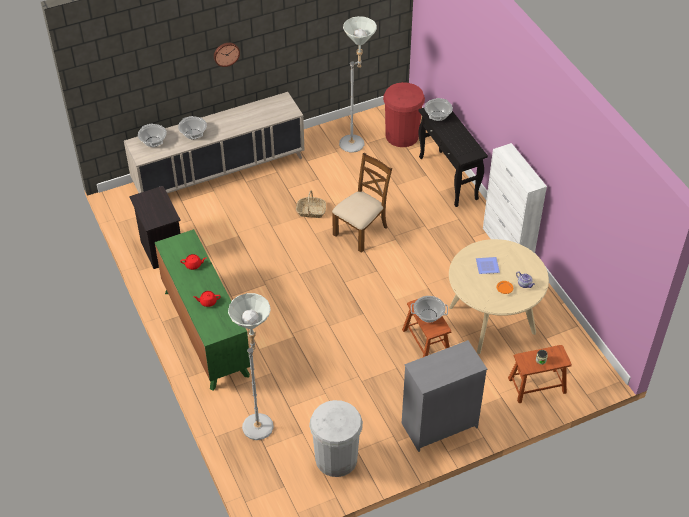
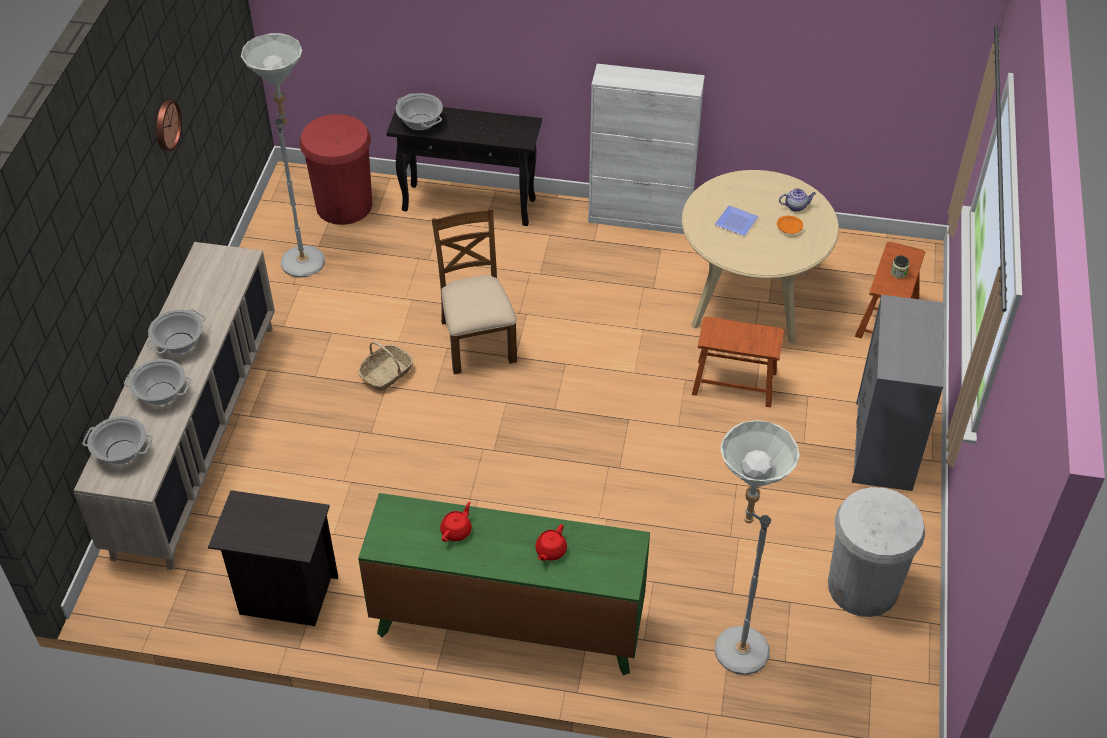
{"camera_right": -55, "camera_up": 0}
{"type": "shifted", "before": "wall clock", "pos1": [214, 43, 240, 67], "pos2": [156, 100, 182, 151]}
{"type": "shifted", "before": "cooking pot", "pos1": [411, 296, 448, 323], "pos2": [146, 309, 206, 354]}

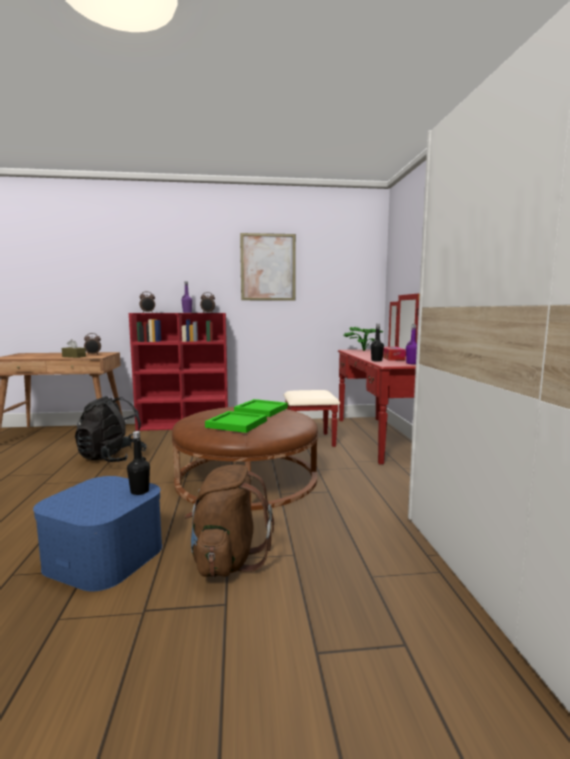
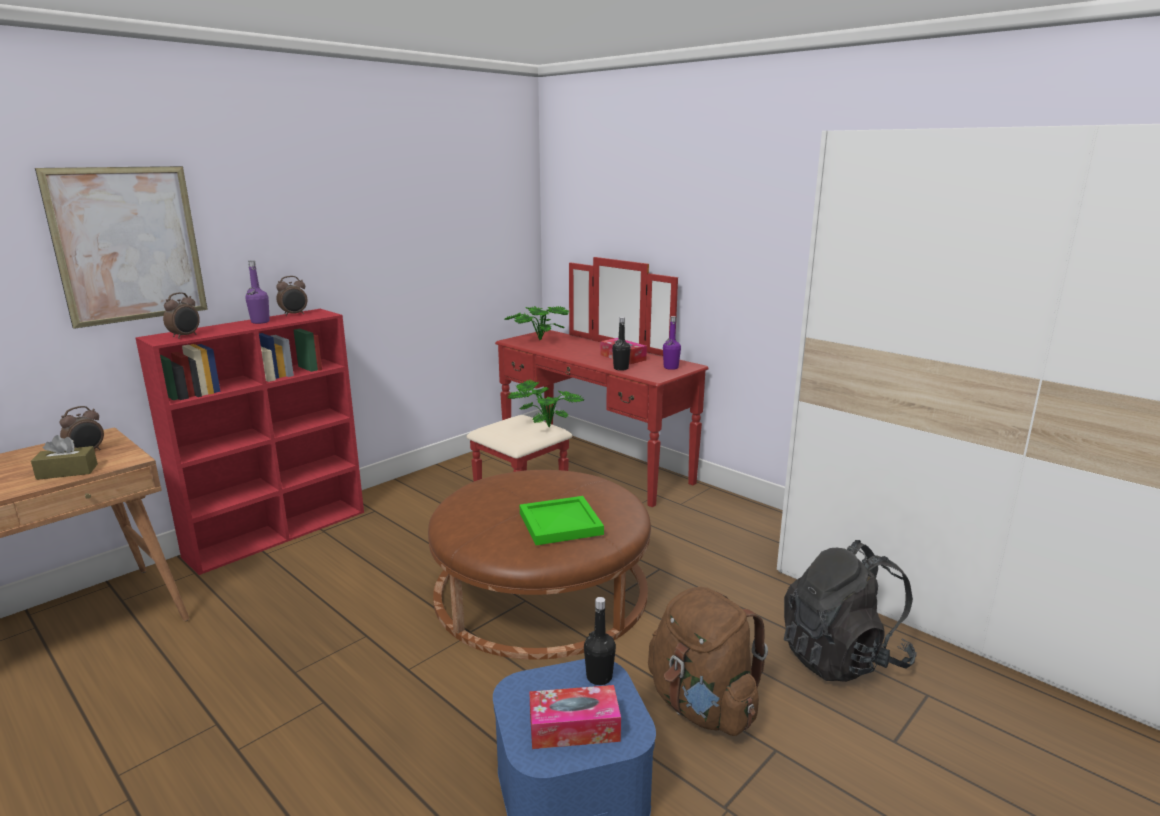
{"camera_right": -40, "camera_up": 10}
{"type": "shifted", "before": "black backpack", "pos1": [75, 396, 147, 462], "pos2": [784, 540, 917, 682]}
{"type": "gone", "before": "greenish serving tray", "pos1": [234, 399, 288, 417]}
{"type": "shifted", "before": "picture", "pos1": [240, 233, 296, 300], "pos2": [35, 166, 208, 329]}
{"type": "new", "after": "houseplant", "pos2": [508, 380, 584, 428]}
{"type": "new", "after": "tissue holder", "pos2": [529, 685, 621, 749]}

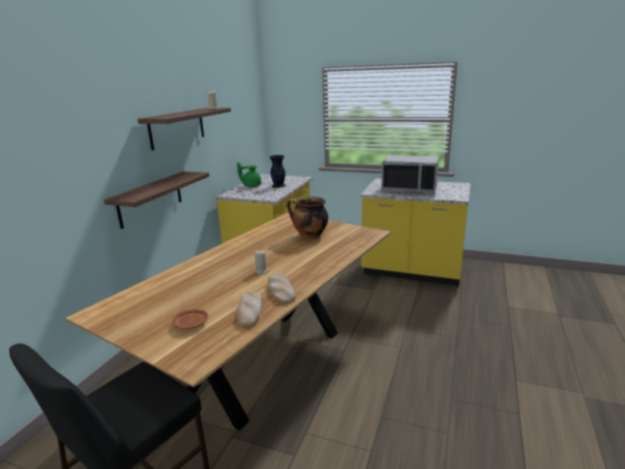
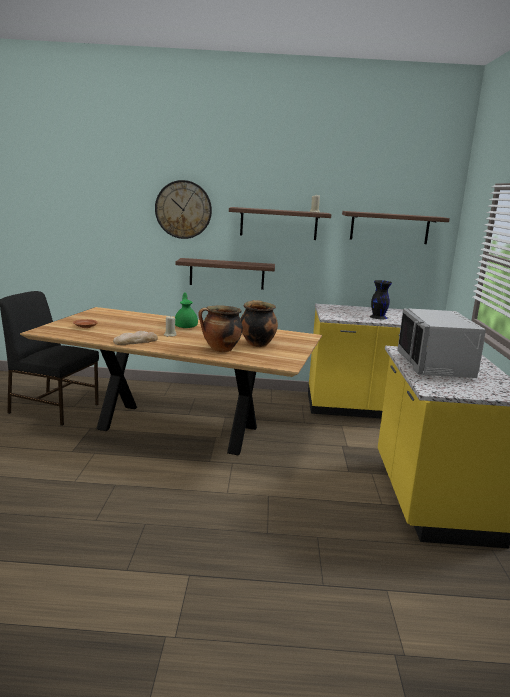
{"camera_right": 70, "camera_up": -5}
{"type": "shifted", "before": "greenish pot for tea", "pos1": [237, 162, 261, 187], "pos2": [175, 292, 198, 328]}
{"type": "gone", "before": "bread", "pos1": [237, 291, 263, 328]}
{"type": "new", "after": "wall clock", "pos2": [155, 180, 212, 239]}
{"type": "new", "after": "cooking pot", "pos2": [198, 306, 243, 352]}
{"type": "new", "after": "wall shelf", "pos2": [342, 211, 450, 244]}

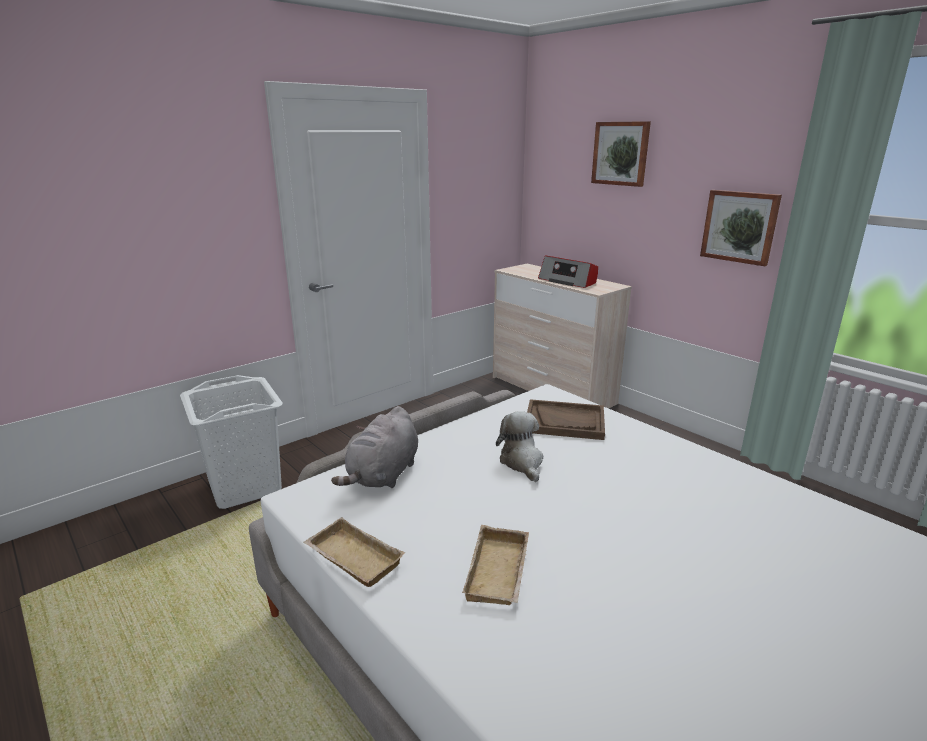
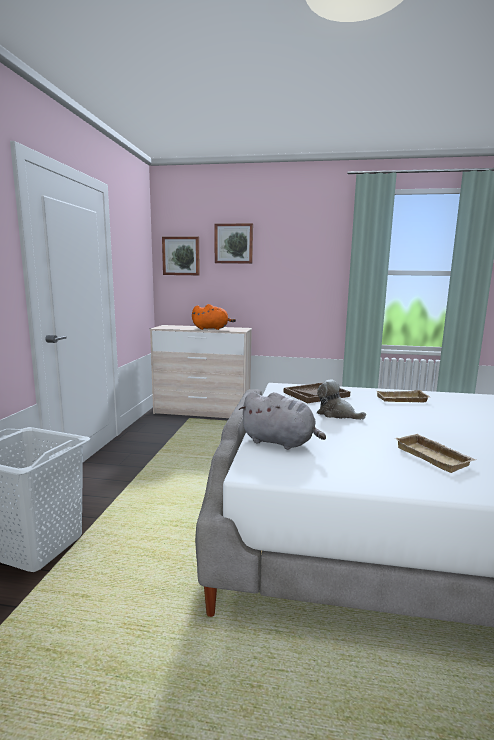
{"camera_right": -40, "camera_up": -10}
{"type": "shifted", "before": "sand-coloured serving tray", "pos1": [303, 517, 405, 587], "pos2": [377, 390, 430, 402]}
{"type": "rotated", "before": "grey cuddly toy", "pos1": [331, 406, 418, 488], "pos2": [239, 392, 326, 450], "turn": -45}
{"type": "swapped", "before": "radio set", "after": "orange cuddly toy", "pos1": [538, 255, 598, 288], "pos2": [192, 304, 236, 330]}
{"type": "shifted", "before": "picture", "pos1": [700, 190, 782, 266], "pos2": [162, 237, 199, 275]}

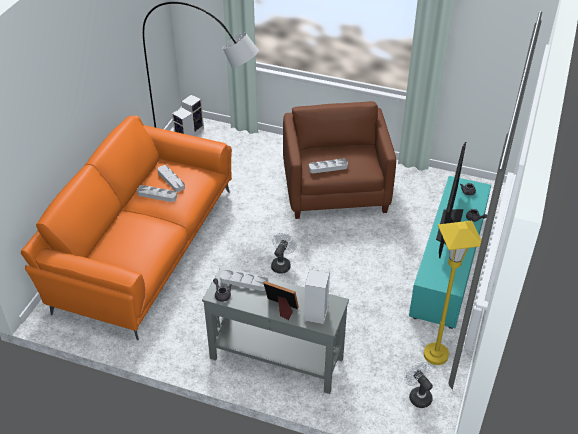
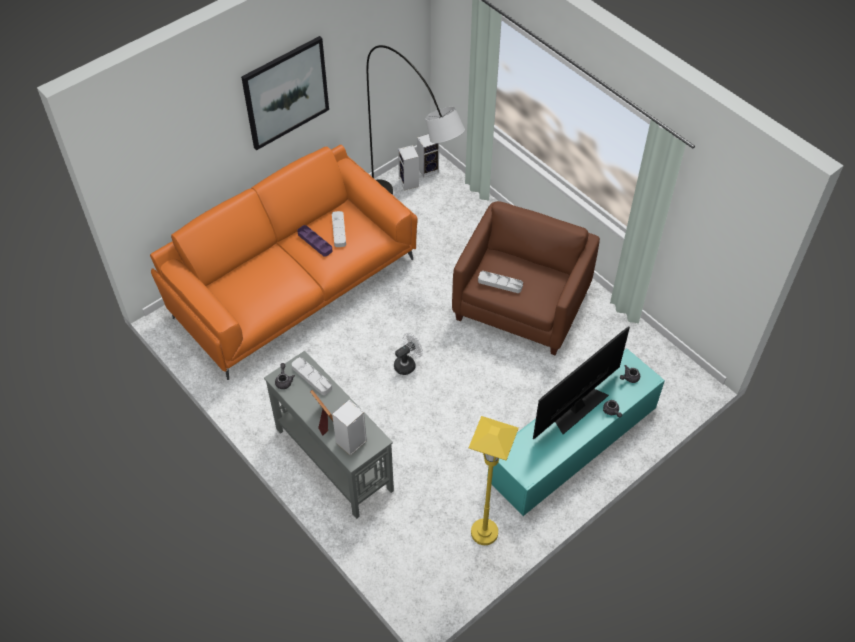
{"camera_right": 30, "camera_up": 10}
{"type": "repainted", "before": "grey serving tray", "after": "purple-coloured serving tray", "pos1": [137, 185, 177, 202], "pos2": [297, 225, 332, 257]}
{"type": "gone", "before": "whitish cooling fan", "pos1": [404, 362, 433, 408]}
{"type": "new", "after": "picture", "pos2": [241, 36, 329, 150]}

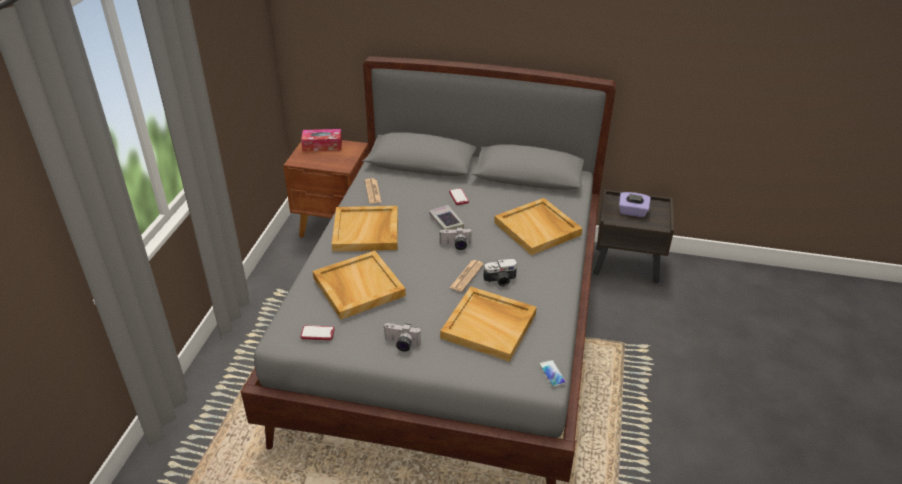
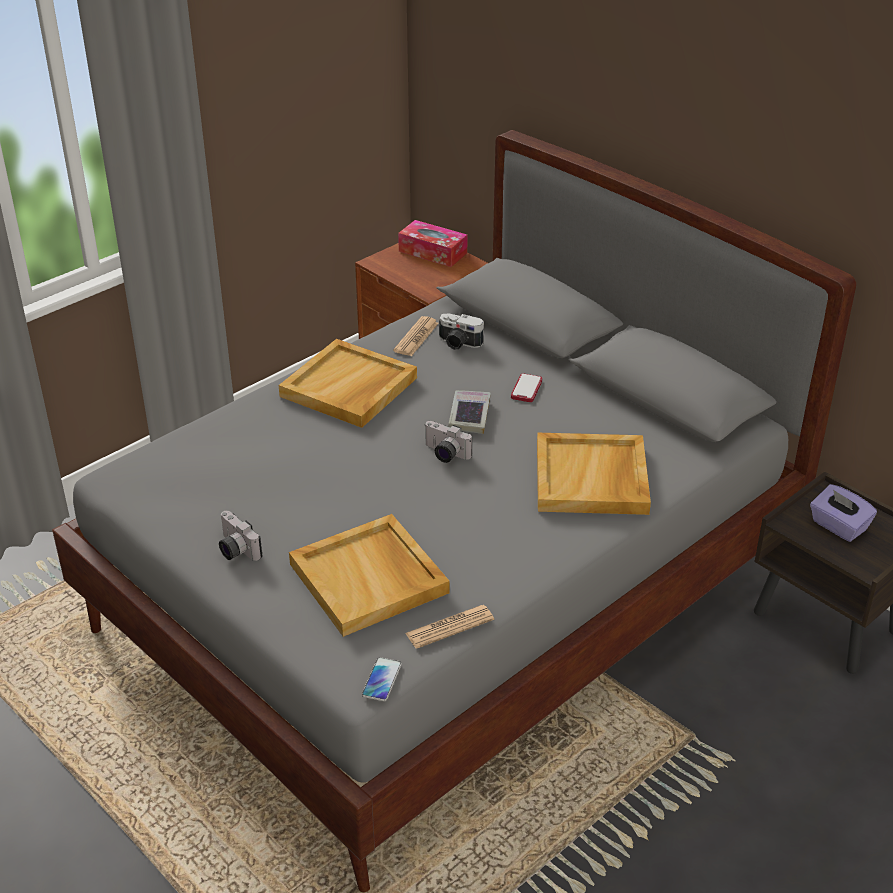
{"camera_right": 35, "camera_up": 0}
{"type": "gone", "before": "phone", "pos1": [301, 325, 334, 341]}
{"type": "gone", "before": "sand-coloured serving tray", "pos1": [313, 251, 406, 319]}
{"type": "shifted", "before": "printed paper", "pos1": [450, 260, 484, 292], "pos2": [405, 605, 494, 649]}
{"type": "shifted", "before": "still camera", "pos1": [483, 259, 517, 287], "pos2": [439, 313, 484, 350]}

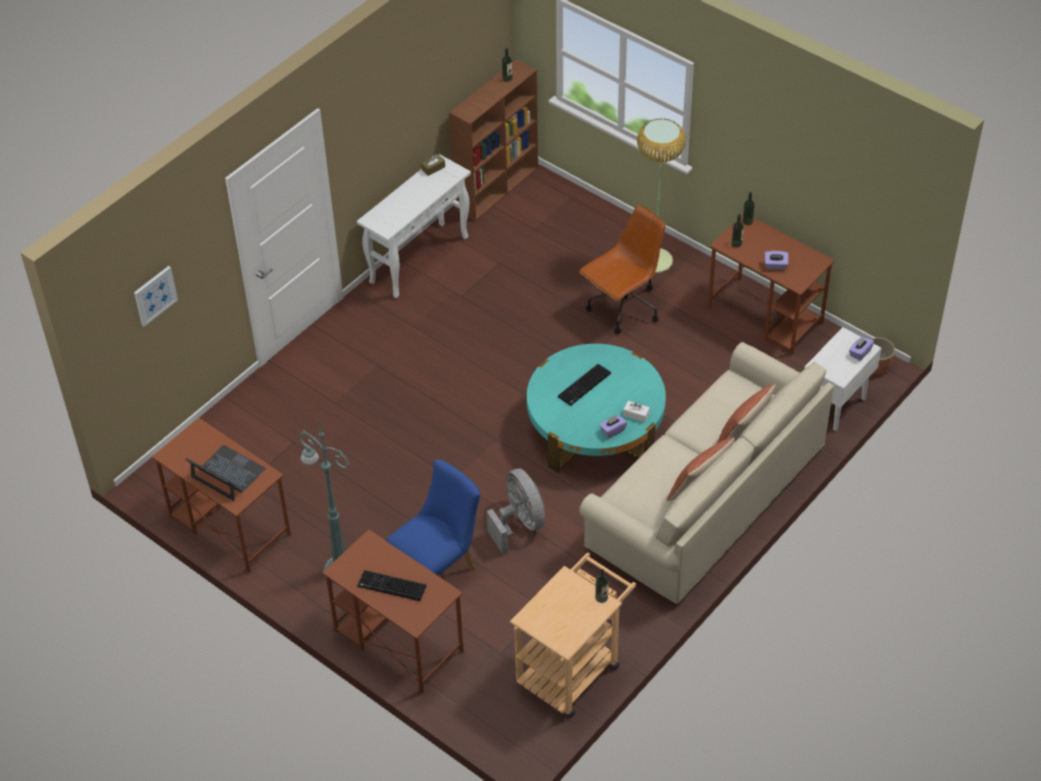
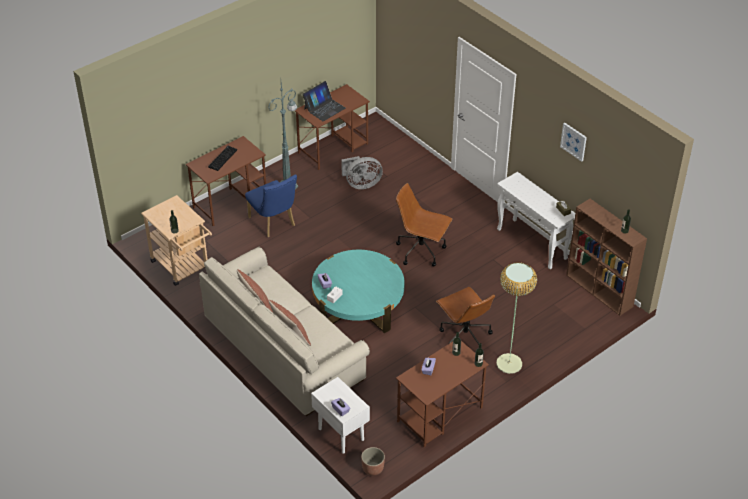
{"camera_right": 100, "camera_up": -5}
{"type": "shifted", "before": "picture", "pos1": [134, 266, 178, 327], "pos2": [560, 123, 587, 162]}
{"type": "shifted", "before": "grey cooling fan", "pos1": [487, 468, 545, 554], "pos2": [341, 156, 383, 189]}
{"type": "gone", "before": "keyboard", "pos1": [558, 364, 611, 406]}
{"type": "new", "after": "brown office chair", "pos2": [396, 183, 452, 267]}

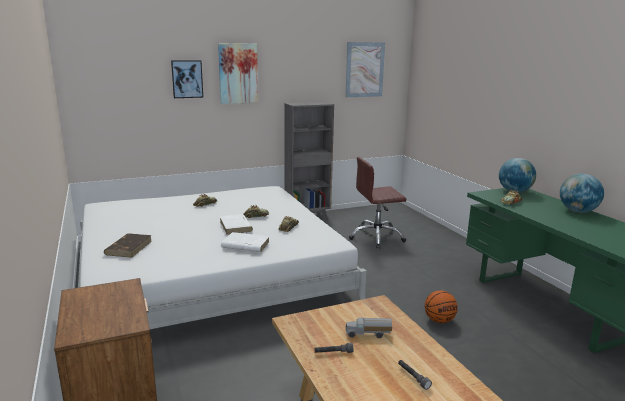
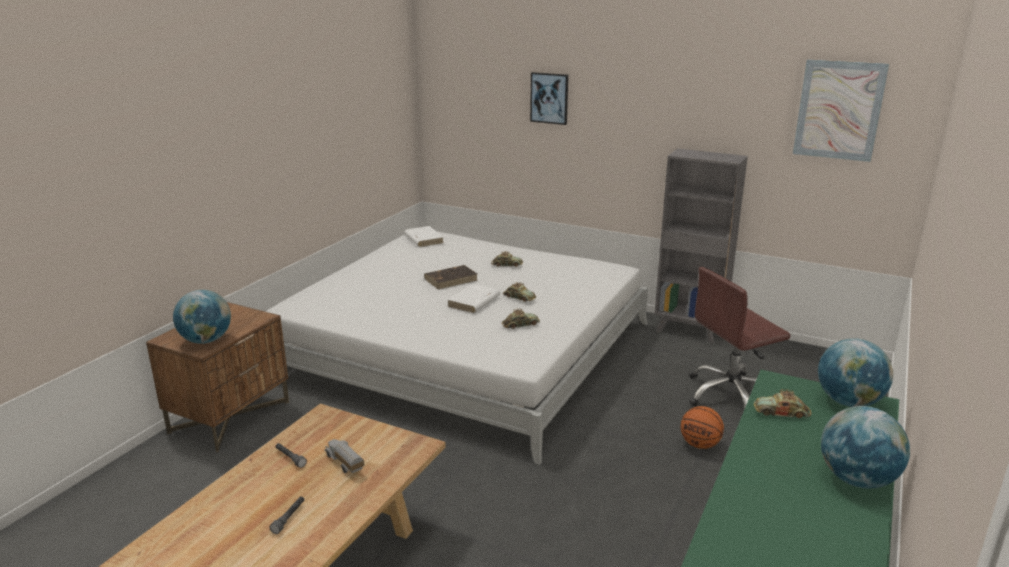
{"camera_right": 50, "camera_up": 5}
{"type": "shifted", "before": "brown bound book", "pos1": [104, 233, 152, 258], "pos2": [424, 265, 478, 289]}
{"type": "gone", "before": "picture", "pos1": [218, 43, 258, 104]}
{"type": "shifted", "before": "whitish bound book", "pos1": [221, 232, 270, 252], "pos2": [404, 226, 444, 247]}
{"type": "rotated", "before": "brown office chair", "pos1": [349, 157, 406, 248], "pos2": [689, 267, 790, 409], "turn": -60}
{"type": "shifted", "before": "basketball", "pos1": [425, 291, 458, 323], "pos2": [681, 406, 724, 449]}
{"type": "new", "after": "desk globe", "pos2": [173, 290, 231, 344]}

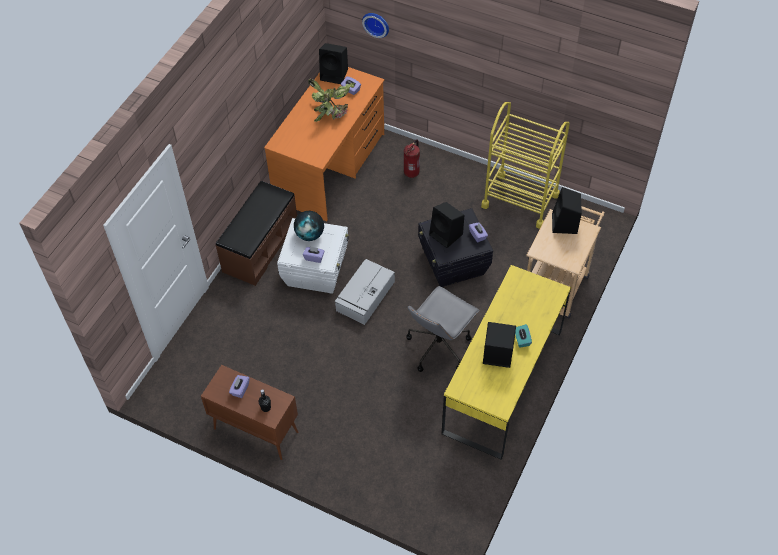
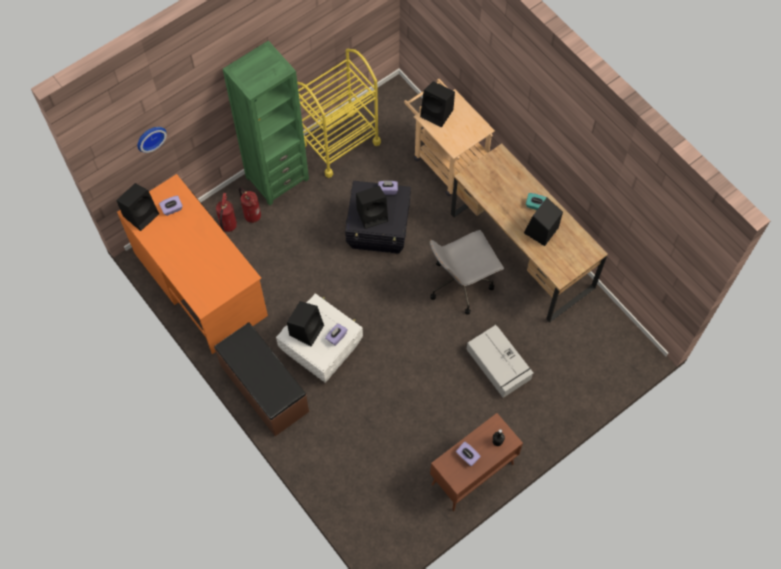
{"camera_right": -65, "camera_up": 10}
{"type": "swapped", "before": "desk globe", "after": "black audio speaker", "pos1": [294, 211, 324, 241], "pos2": [287, 301, 324, 347]}
{"type": "gone", "before": "houseplant", "pos1": [308, 79, 355, 122]}
{"type": "shifted", "before": "grey storage container", "pos1": [335, 259, 395, 325], "pos2": [466, 325, 534, 398]}
{"type": "rotated", "before": "grey office chair", "pos1": [407, 286, 479, 372], "pos2": [430, 230, 504, 315], "turn": 90}
{"type": "repainted", "before": "yellowish desk unit", "after": "brown desk unit", "pos1": [442, 265, 571, 460], "pos2": [451, 144, 608, 323]}
{"type": "new", "after": "extinguisher", "pos2": [216, 193, 237, 233]}
{"type": "new", "after": "greenish bookcase", "pos2": [223, 41, 309, 206]}

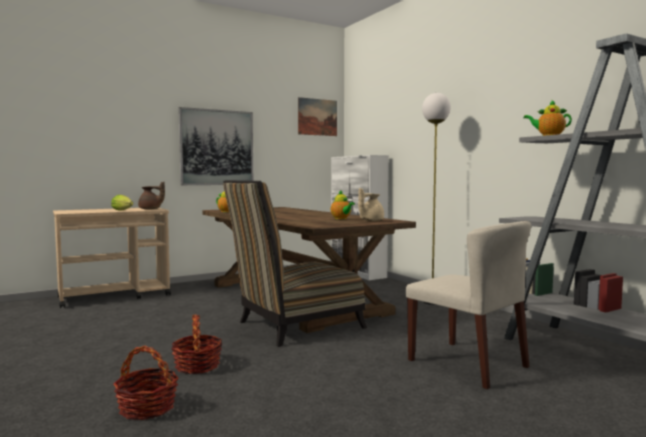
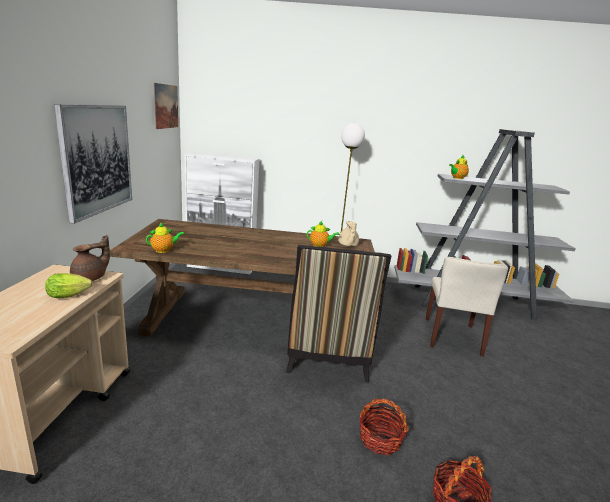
{"camera_right": -55, "camera_up": 15}
{"type": "rotated", "before": "sand-coloured plain chair", "pos1": [405, 221, 531, 389], "pos2": [426, 257, 508, 356], "turn": 105}

